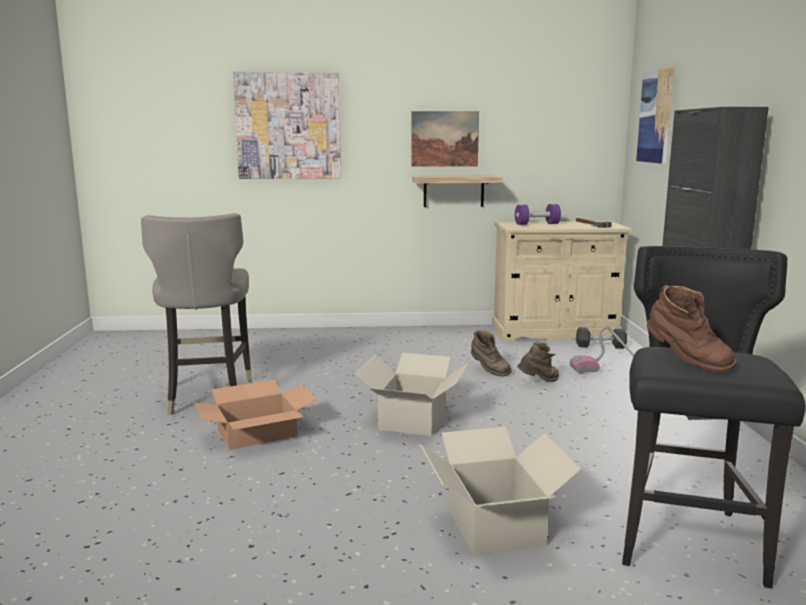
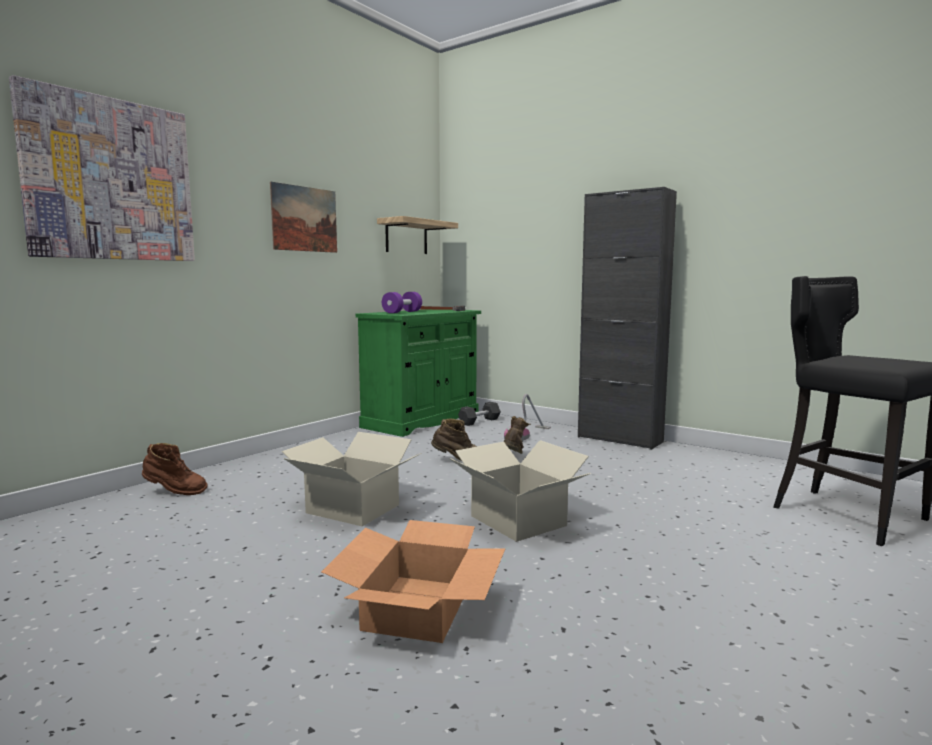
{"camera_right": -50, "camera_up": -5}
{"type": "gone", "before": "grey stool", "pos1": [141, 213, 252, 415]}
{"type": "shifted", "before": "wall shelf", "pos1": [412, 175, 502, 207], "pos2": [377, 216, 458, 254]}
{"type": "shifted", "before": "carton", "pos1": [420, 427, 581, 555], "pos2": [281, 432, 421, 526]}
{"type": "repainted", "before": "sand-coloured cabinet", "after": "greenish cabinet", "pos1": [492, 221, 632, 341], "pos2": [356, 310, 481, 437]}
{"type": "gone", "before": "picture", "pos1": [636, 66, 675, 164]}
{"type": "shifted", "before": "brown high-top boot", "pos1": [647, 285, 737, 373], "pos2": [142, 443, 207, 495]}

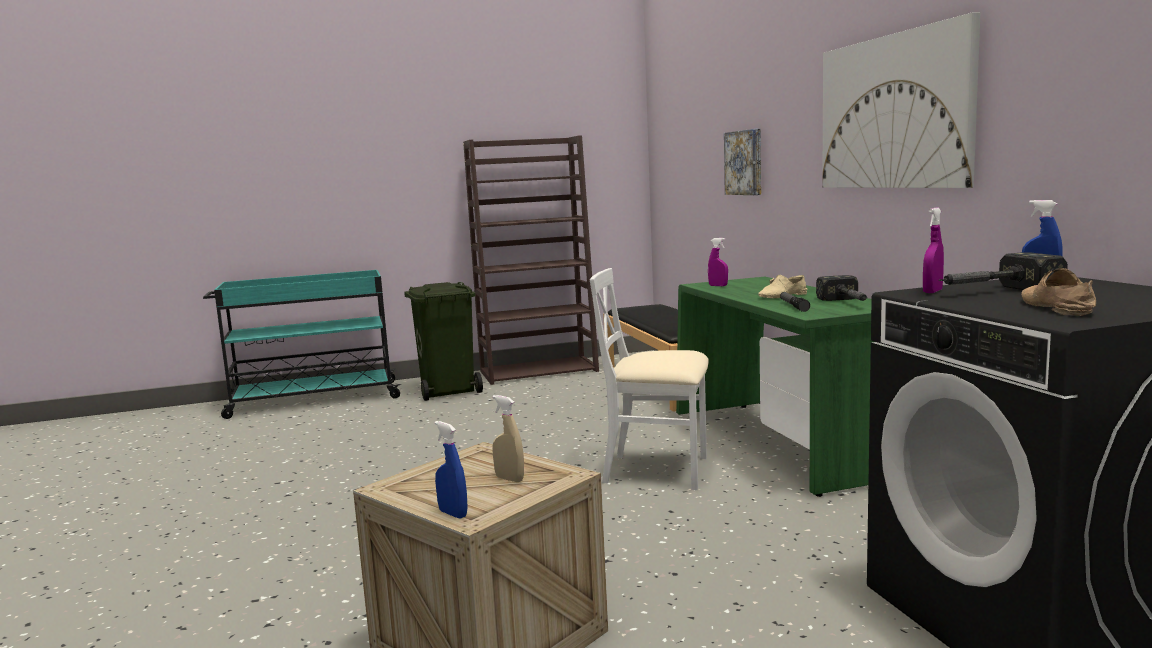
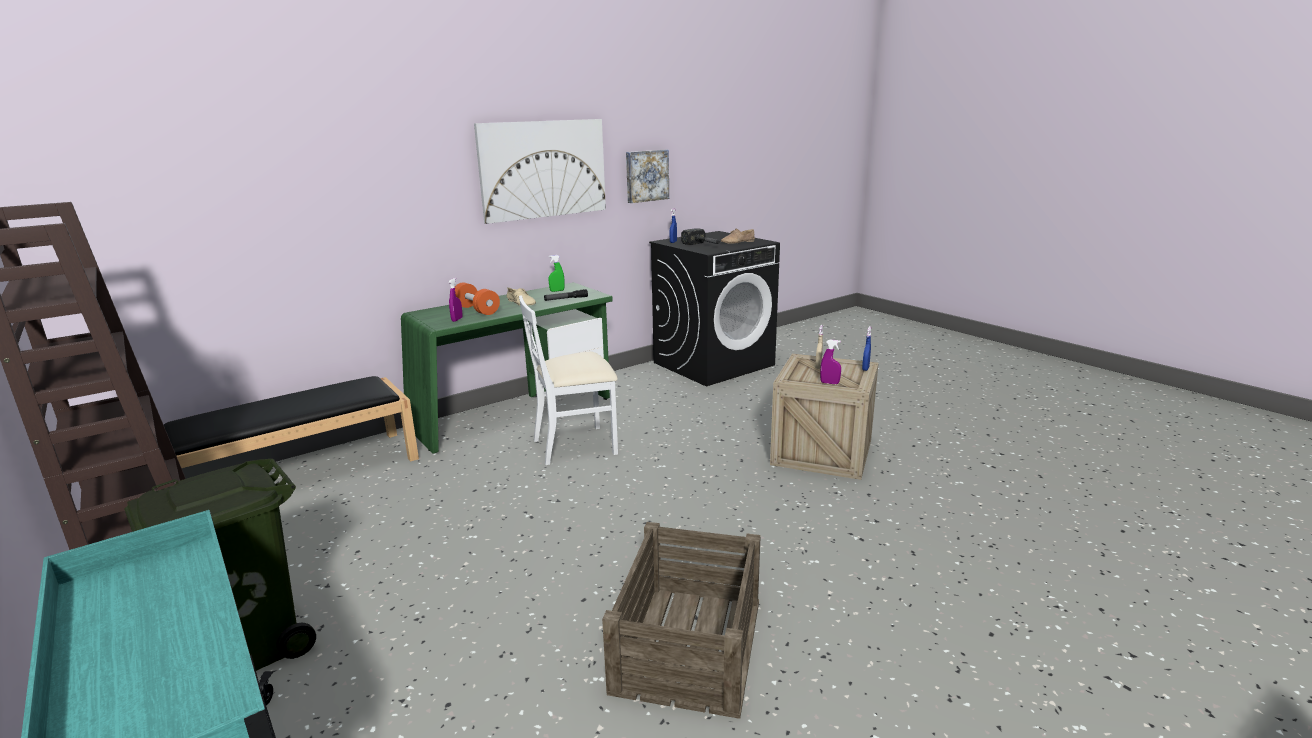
{"camera_right": -110, "camera_up": 10}
{"type": "rotated", "before": "whitish plain chair", "pos1": [590, 268, 709, 490], "pos2": [519, 295, 618, 465], "turn": 75}
{"type": "shifted", "before": "picture", "pos1": [724, 129, 761, 195], "pos2": [626, 150, 669, 203]}
{"type": "swapped", "before": "hand hammer", "after": "greenish sprayer", "pos1": [816, 275, 868, 301], "pos2": [548, 255, 565, 292]}
{"type": "shifted", "before": "purple-coloured sprayer", "pos1": [923, 208, 944, 293], "pos2": [820, 339, 841, 384]}
{"type": "new", "after": "orange free weight", "pos2": [454, 282, 500, 315]}
{"type": "new", "after": "shipping crate", "pos2": [602, 522, 761, 719]}

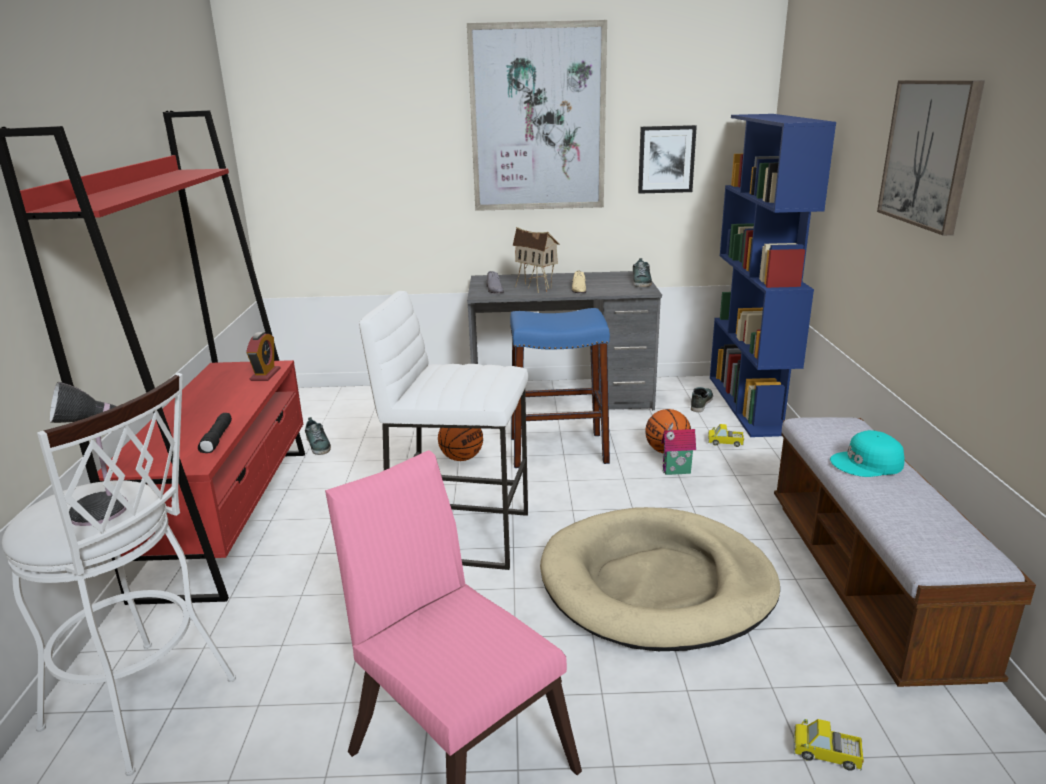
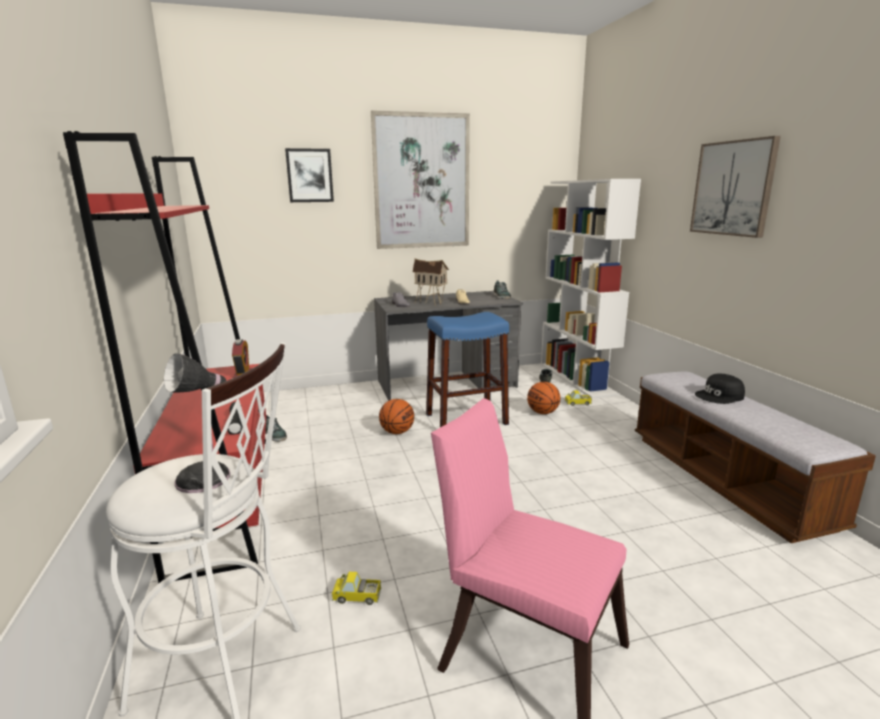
{"camera_right": -15, "camera_up": -5}
{"type": "gone", "before": "whitish stool", "pos1": [359, 291, 528, 570]}
{"type": "gone", "before": "sand-coloured pet bed", "pos1": [540, 507, 780, 651]}
{"type": "shifted", "before": "picture", "pos1": [638, 125, 697, 194], "pos2": [285, 148, 334, 202]}
{"type": "gone", "before": "miniature house", "pos1": [661, 422, 696, 475]}
{"type": "repainted", "before": "blue bookcase", "after": "whitish bookcase", "pos1": [710, 114, 836, 437], "pos2": [541, 179, 641, 399]}
{"type": "shifted", "before": "toy lorry", "pos1": [794, 719, 864, 771], "pos2": [332, 572, 381, 605]}
{"type": "repainted", "before": "turquoise-coloured baseball cap", "after": "black baseball cap", "pos1": [830, 430, 905, 477], "pos2": [695, 374, 745, 404]}

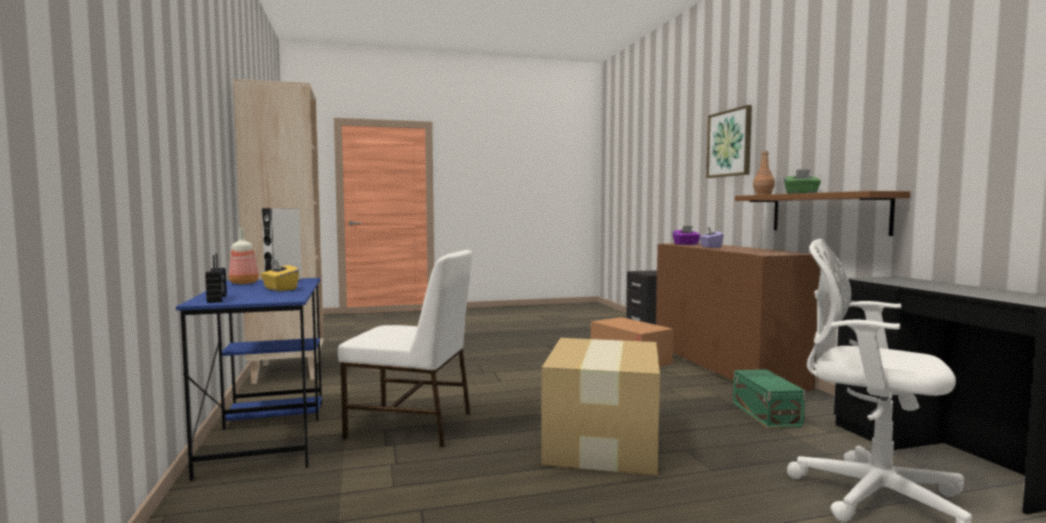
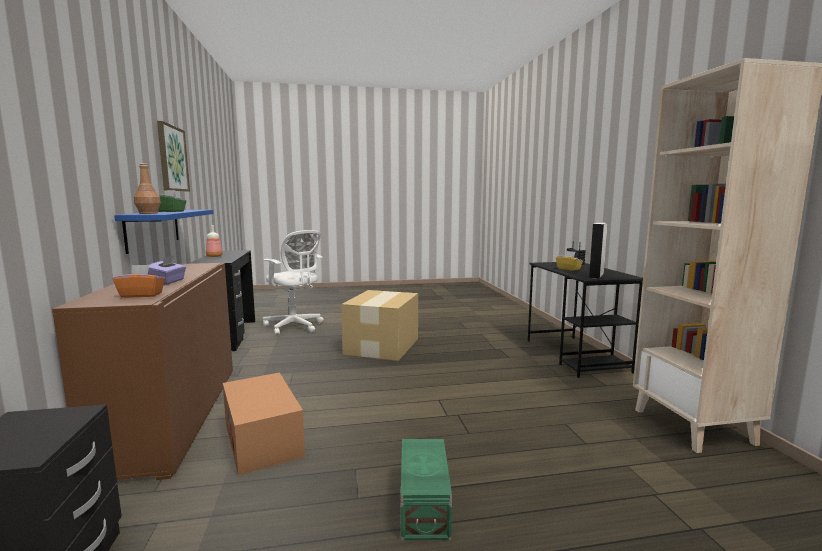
{"camera_right": -175, "camera_up": 5}
{"type": "repainted", "before": "blue desk unit", "after": "black desk unit", "pos1": [176, 278, 322, 481], "pos2": [528, 262, 643, 378]}
{"type": "shifted", "before": "bottle", "pos1": [229, 228, 259, 284], "pos2": [206, 225, 223, 257]}
{"type": "gone", "before": "whitish plain chair", "pos1": [338, 250, 472, 447]}
{"type": "repainted", "before": "purple-coloured tissue holder", "after": "orange tissue holder", "pos1": [672, 226, 701, 245], "pos2": [113, 265, 165, 298]}
{"type": "shifted", "before": "picture", "pos1": [706, 105, 752, 178], "pos2": [157, 121, 190, 191]}
{"type": "shifted", "before": "greenish storage container", "pos1": [733, 369, 805, 429], "pos2": [401, 439, 452, 540]}
{"type": "repainted", "before": "brown wall shelf", "after": "blue wall shelf", "pos1": [735, 191, 910, 236], "pos2": [114, 210, 213, 254]}

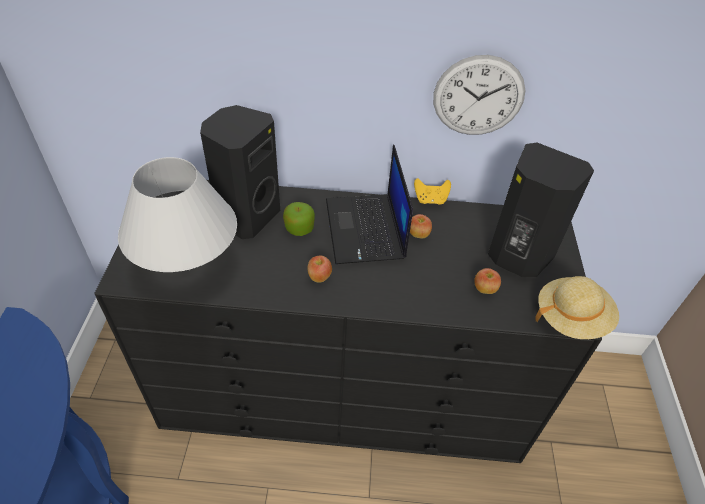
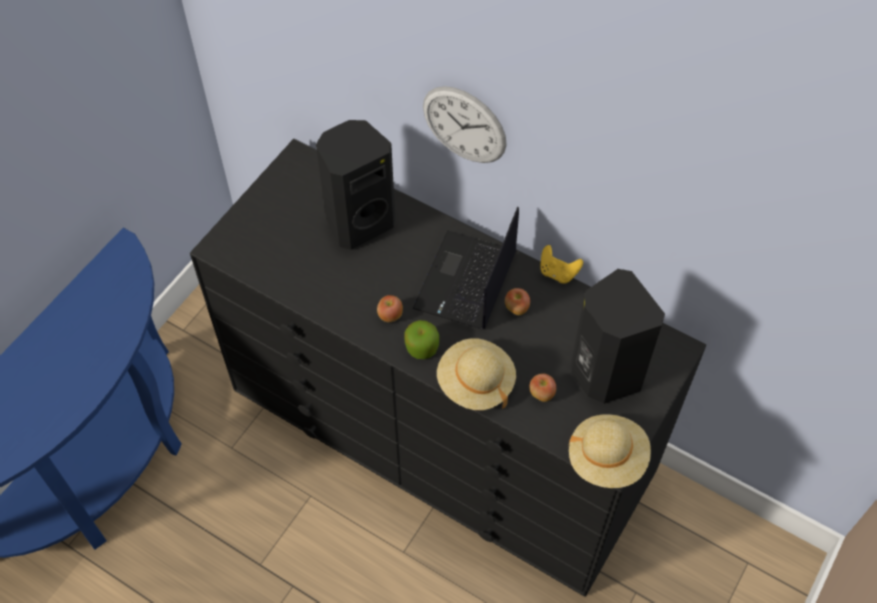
{"camera_right": 30, "camera_up": 10}
{"type": "gone", "before": "whitish lamp for a table", "pos1": [118, 157, 237, 272]}
{"type": "shifted", "before": "whole apple", "pos1": [283, 202, 315, 236], "pos2": [404, 320, 439, 359]}
{"type": "shifted", "before": "wall clock", "pos1": [433, 55, 526, 135], "pos2": [423, 86, 507, 163]}
{"type": "new", "after": "sand-coloured wearable hat", "pos2": [437, 338, 516, 410]}

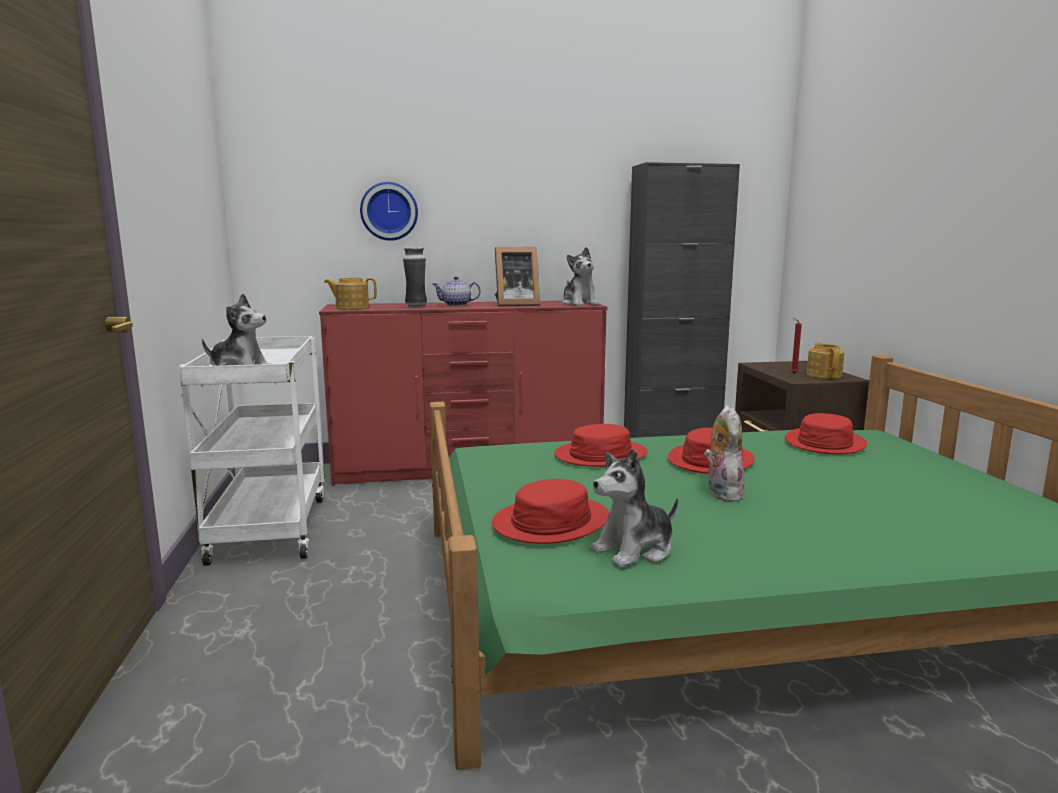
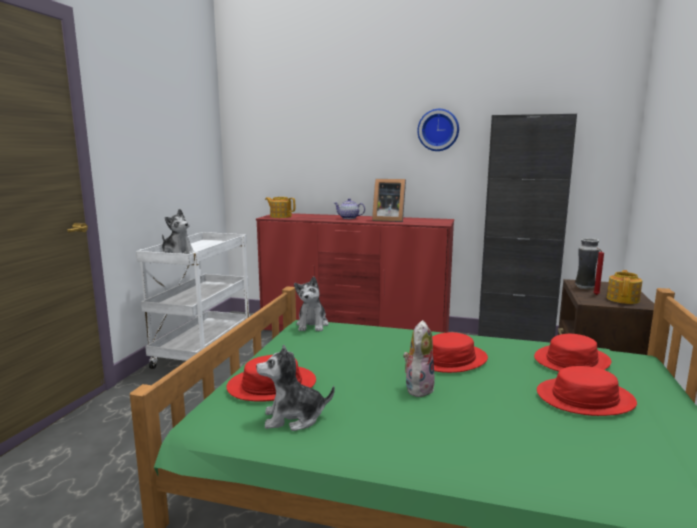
{"camera_right": 25, "camera_up": 0}
{"type": "shifted", "before": "wall clock", "pos1": [360, 182, 418, 241], "pos2": [417, 109, 459, 151]}
{"type": "shifted", "before": "flower vase", "pos1": [403, 247, 427, 307], "pos2": [575, 238, 600, 289]}
{"type": "shifted", "before": "reddish wearable hat", "pos1": [554, 424, 648, 467], "pos2": [537, 366, 637, 416]}
{"type": "shifted", "before": "cuddly toy", "pos1": [562, 247, 600, 306], "pos2": [294, 276, 329, 331]}

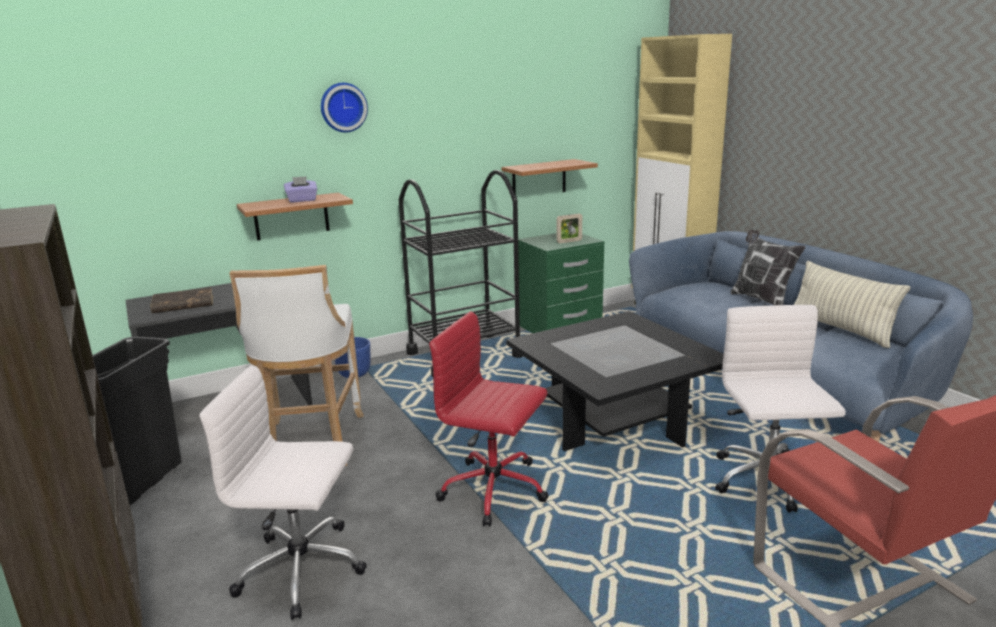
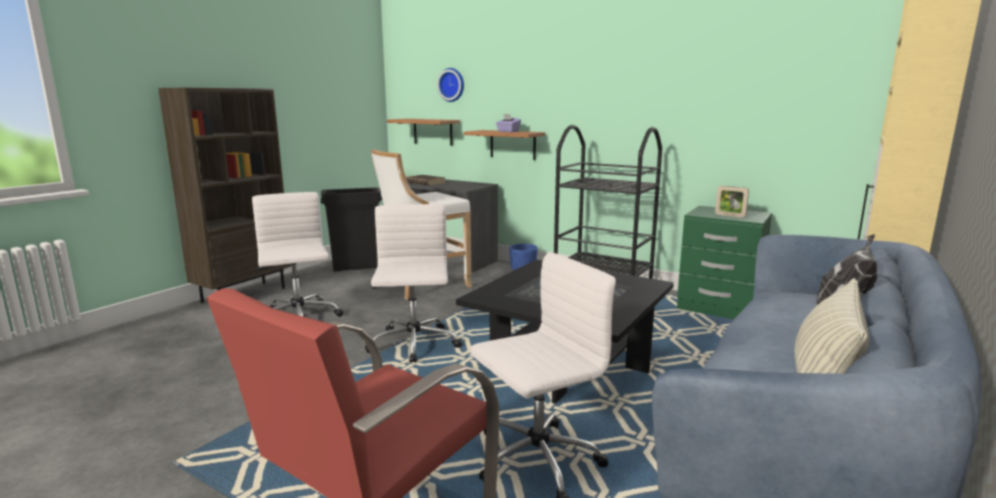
{"camera_right": 60, "camera_up": -5}
{"type": "shifted", "before": "wall clock", "pos1": [321, 83, 368, 133], "pos2": [437, 68, 464, 102]}
{"type": "repainted", "before": "reddish office chair", "after": "whitish office chair", "pos1": [429, 311, 549, 526], "pos2": [365, 204, 462, 363]}
{"type": "shifted", "before": "wall shelf", "pos1": [501, 159, 598, 195], "pos2": [387, 119, 460, 146]}

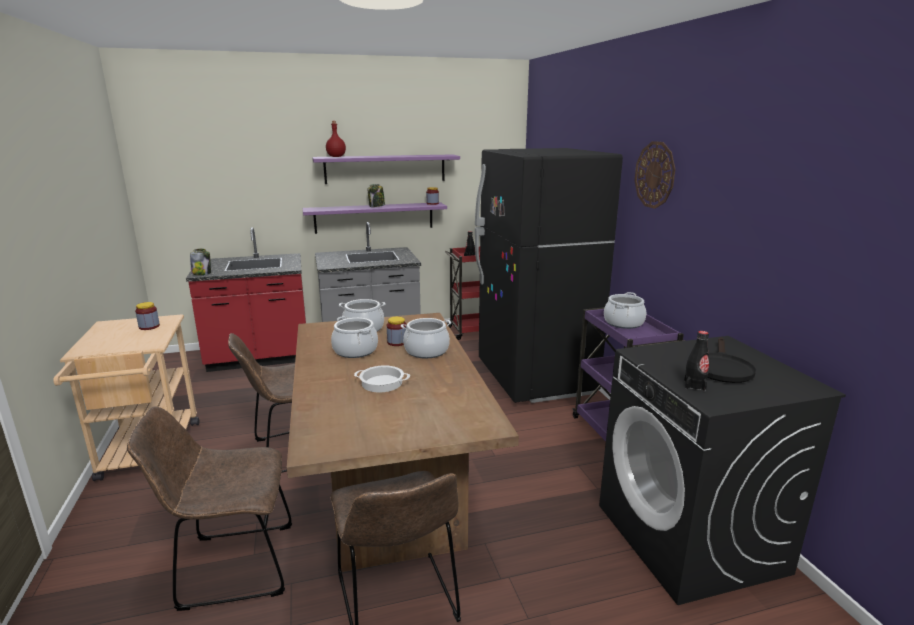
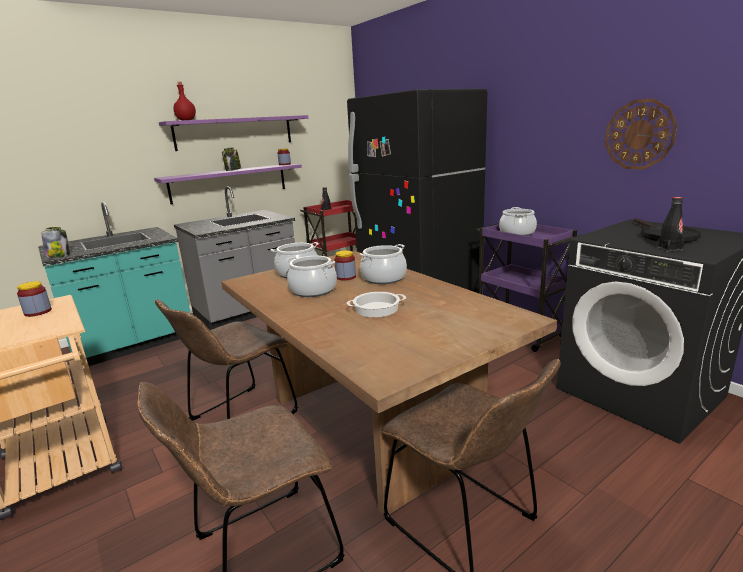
{"camera_right": -20, "camera_up": 0}
{"type": "repainted", "before": "reddish kitchen counter", "after": "turquoise-coloured kitchen counter", "pos1": [186, 227, 306, 372], "pos2": [38, 202, 190, 366]}
{"type": "shifted", "before": "wall clock", "pos1": [634, 141, 675, 209], "pos2": [605, 98, 678, 170]}

